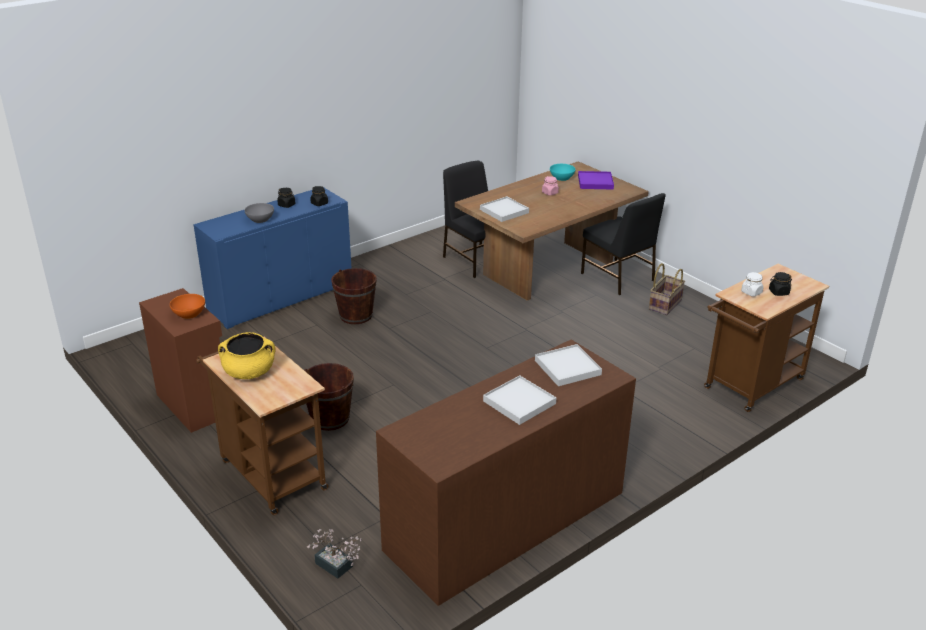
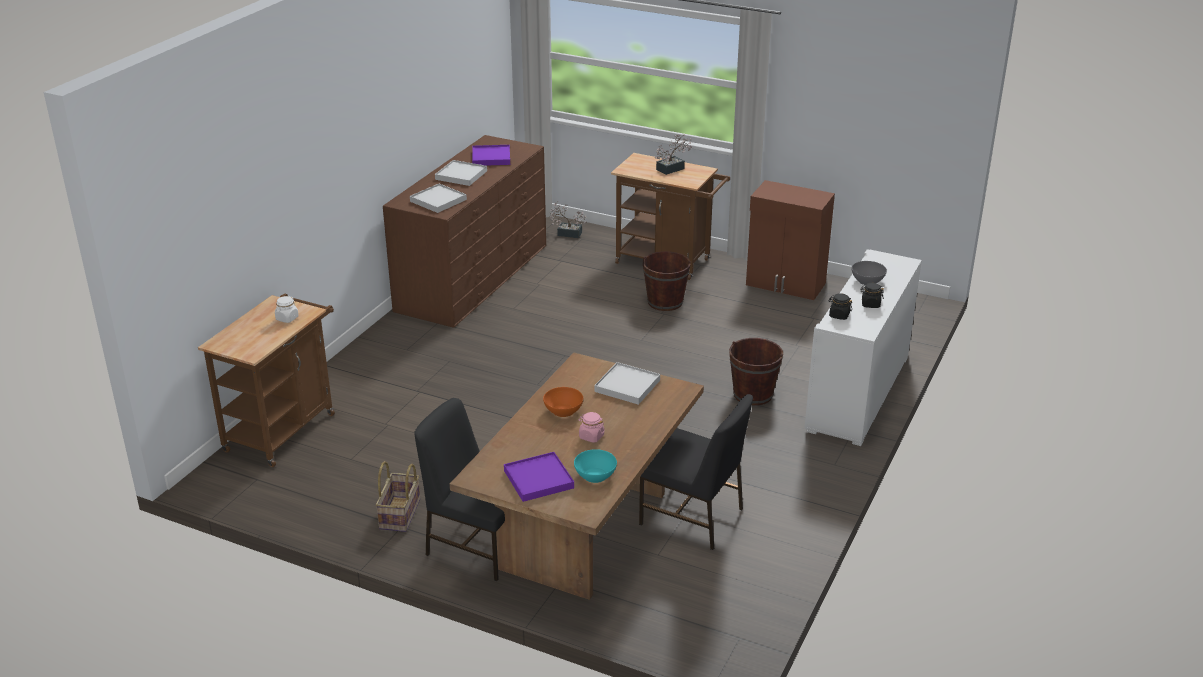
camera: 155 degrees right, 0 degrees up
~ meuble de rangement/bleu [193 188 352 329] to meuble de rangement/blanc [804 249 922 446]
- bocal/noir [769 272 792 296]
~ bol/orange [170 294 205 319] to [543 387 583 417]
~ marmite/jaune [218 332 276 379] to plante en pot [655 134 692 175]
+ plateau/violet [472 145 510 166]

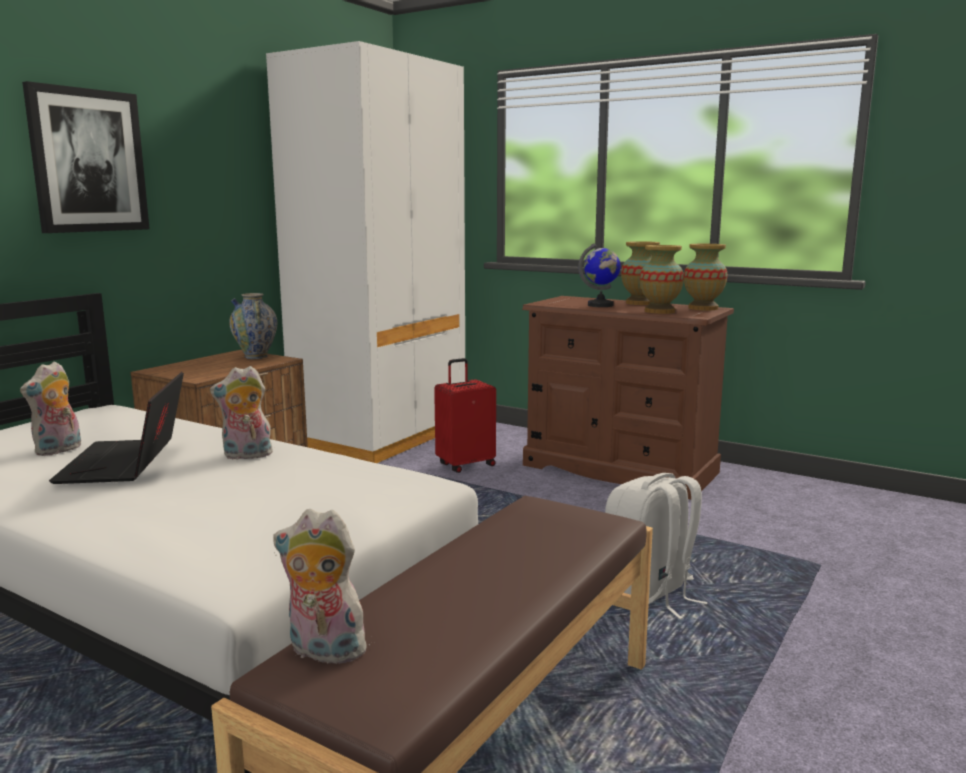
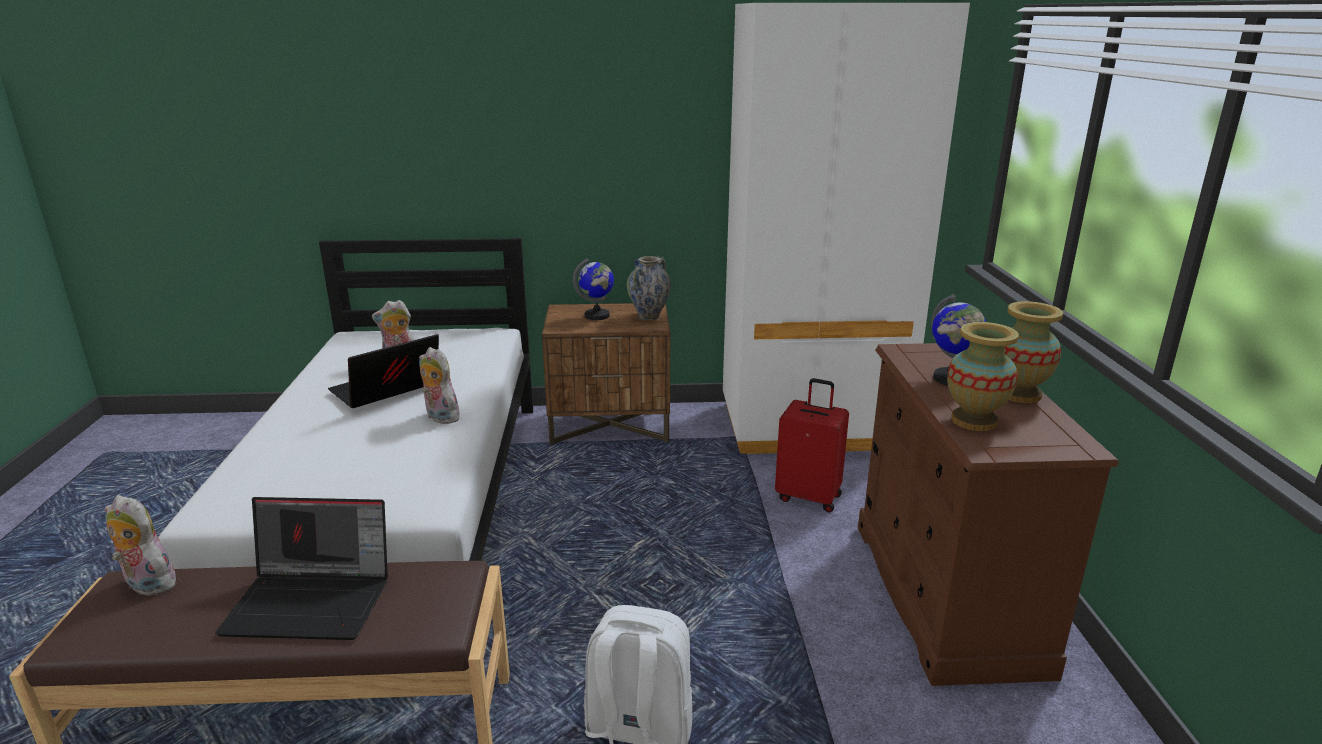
camera: 55 degrees right, 10 degrees up
- tableau [22 81 150 233]
- vase [684 244 727 310]
~ peluche [273 509 375 668] = [105 495 182 596] 45 degrees counterclockwise
+ globe [573 258 614 320]
+ ordinateur portable [215 497 388 640]

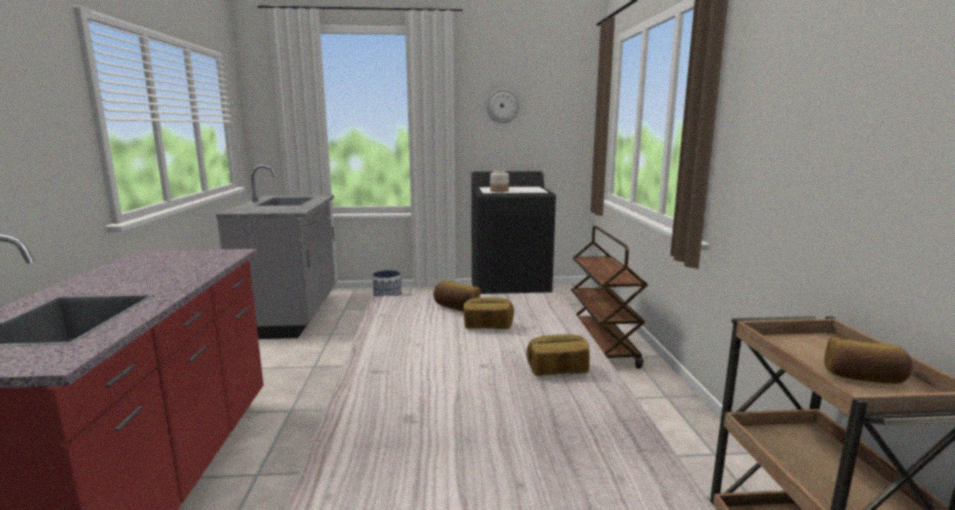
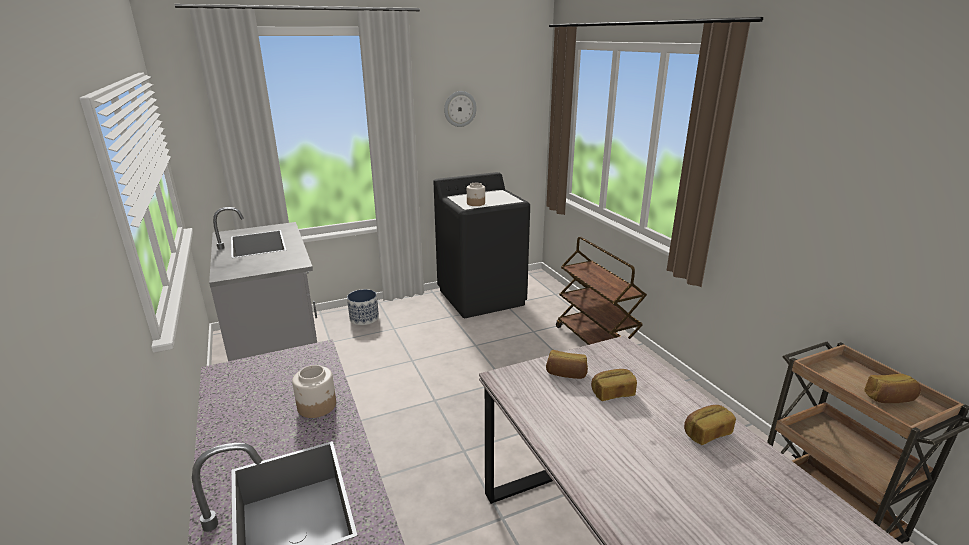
camera: 20 degrees left, 10 degrees up
+ bocal [292 365 336 418]

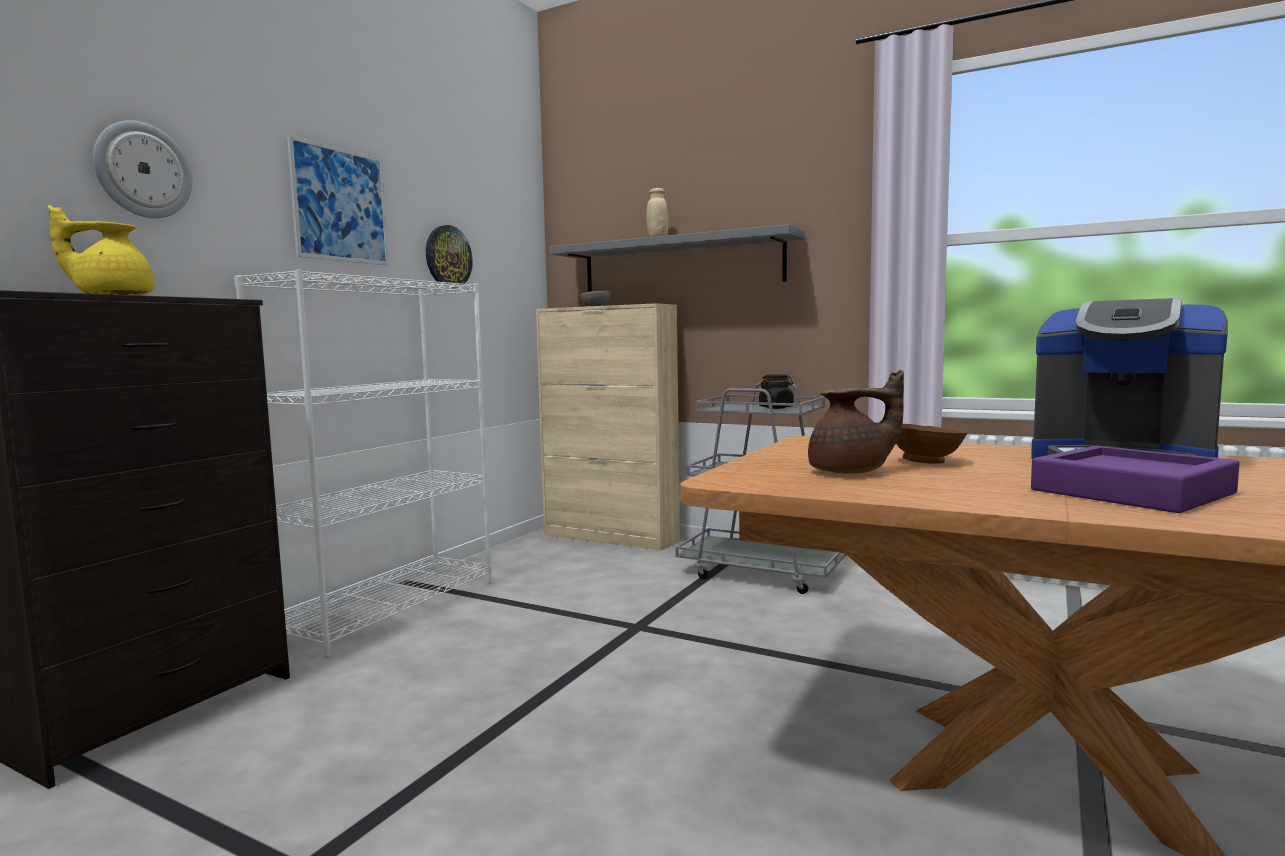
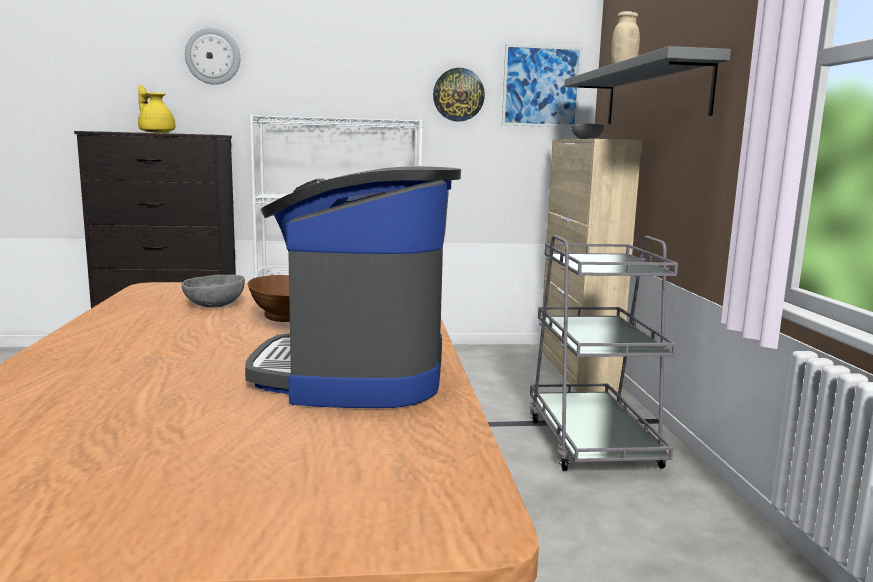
camera: 55 degrees right, 5 degrees up
~ tableau [287 135 389 265] to [502 44 582 127]
~ théière/marron [808 370 904 474] to bol/gris [182 275 245 308]
- bocal/noir [759 374 794 409]
- plateau/violet [1031 446 1240 513]

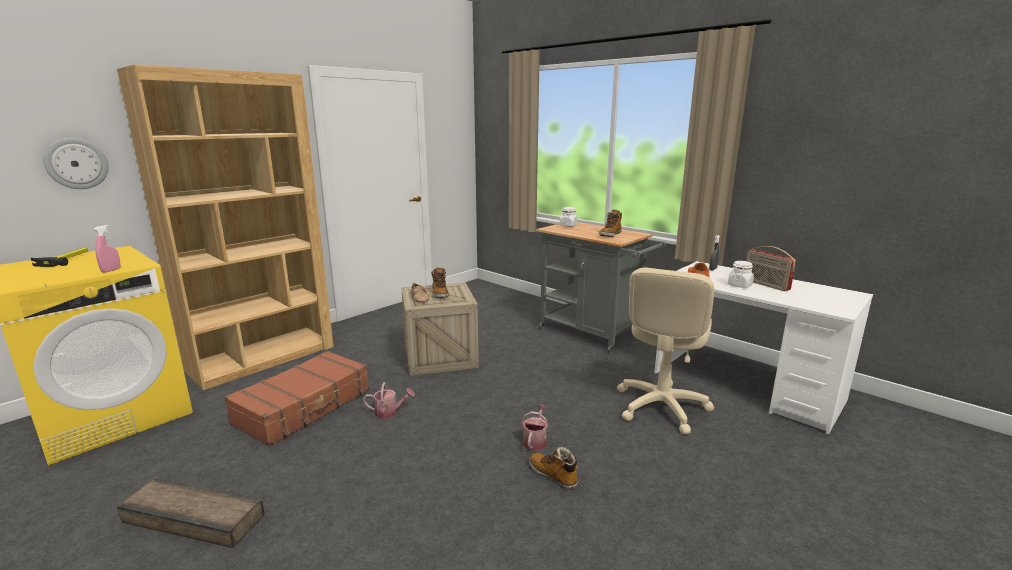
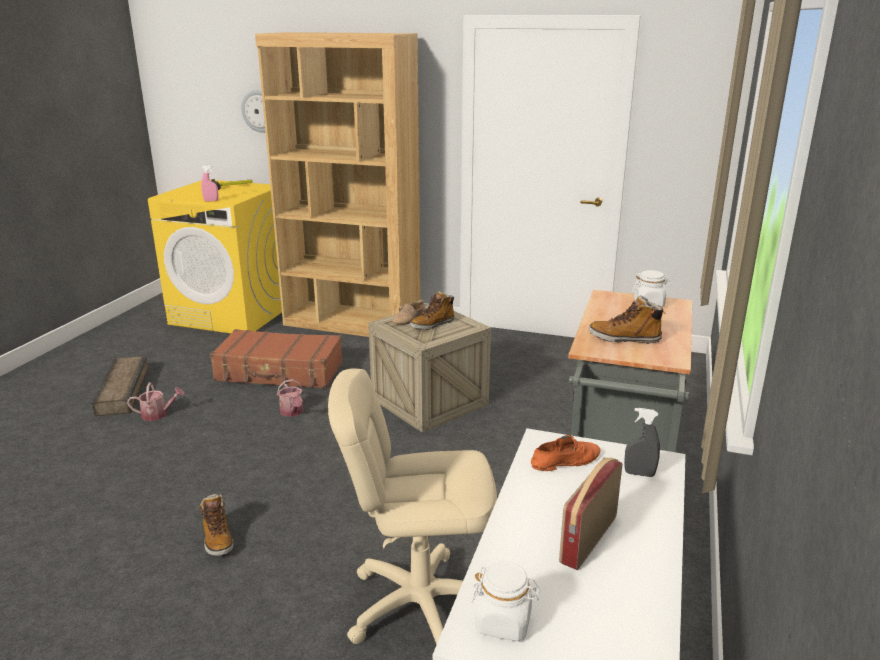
camera: 65 degrees right, 5 degrees up
~ bocal/blanc [728 261 754 288] to [471 561 540 641]
~ arrosoir [522 404 548 451] to [127 383 185 421]
~ botte [529 447 578 490] = [199 494 234 556] 135 degrees clockwise

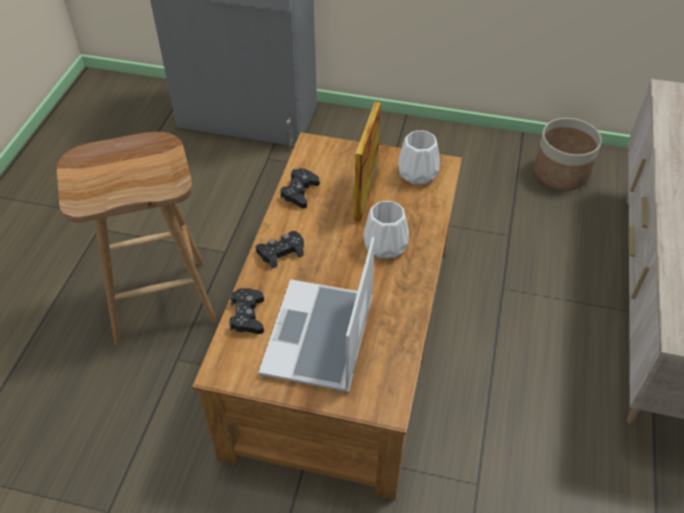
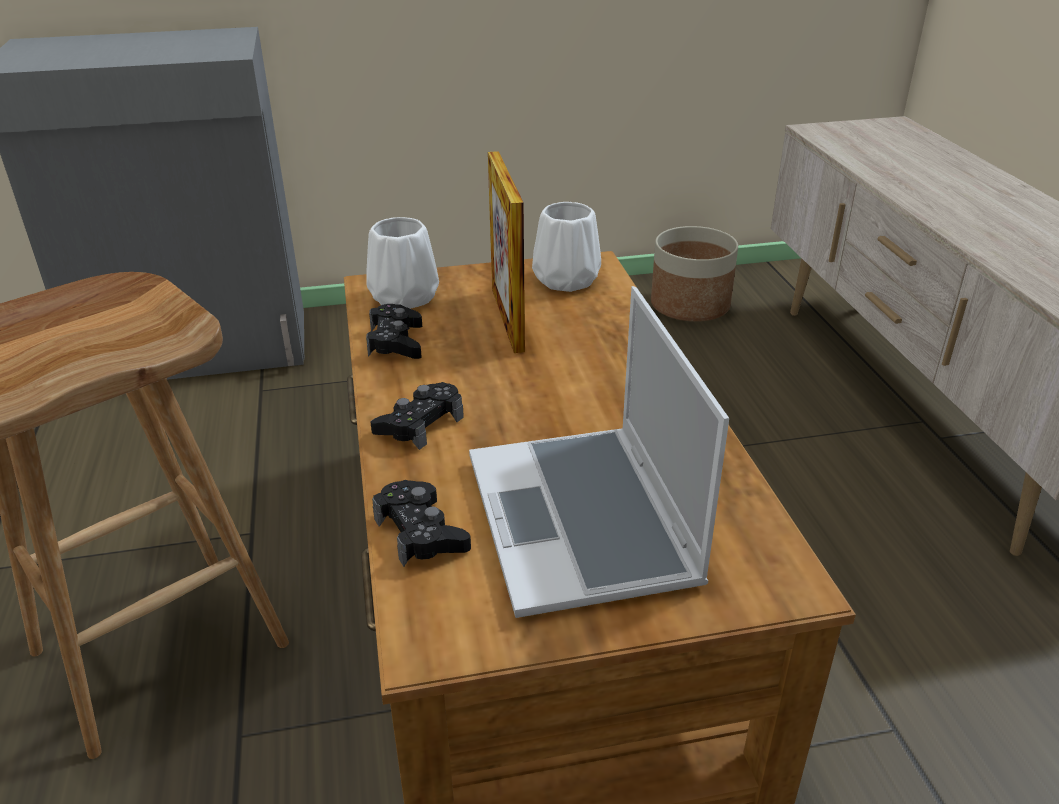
camera: 25 degrees left, 15 degrees down
~ vase/blanc [363 201 409 258] to [366 217 439 309]

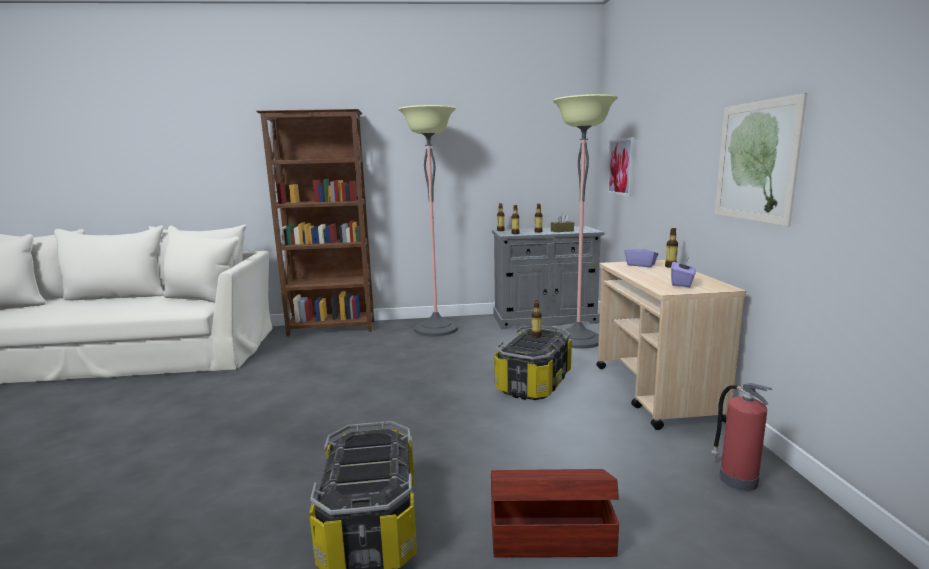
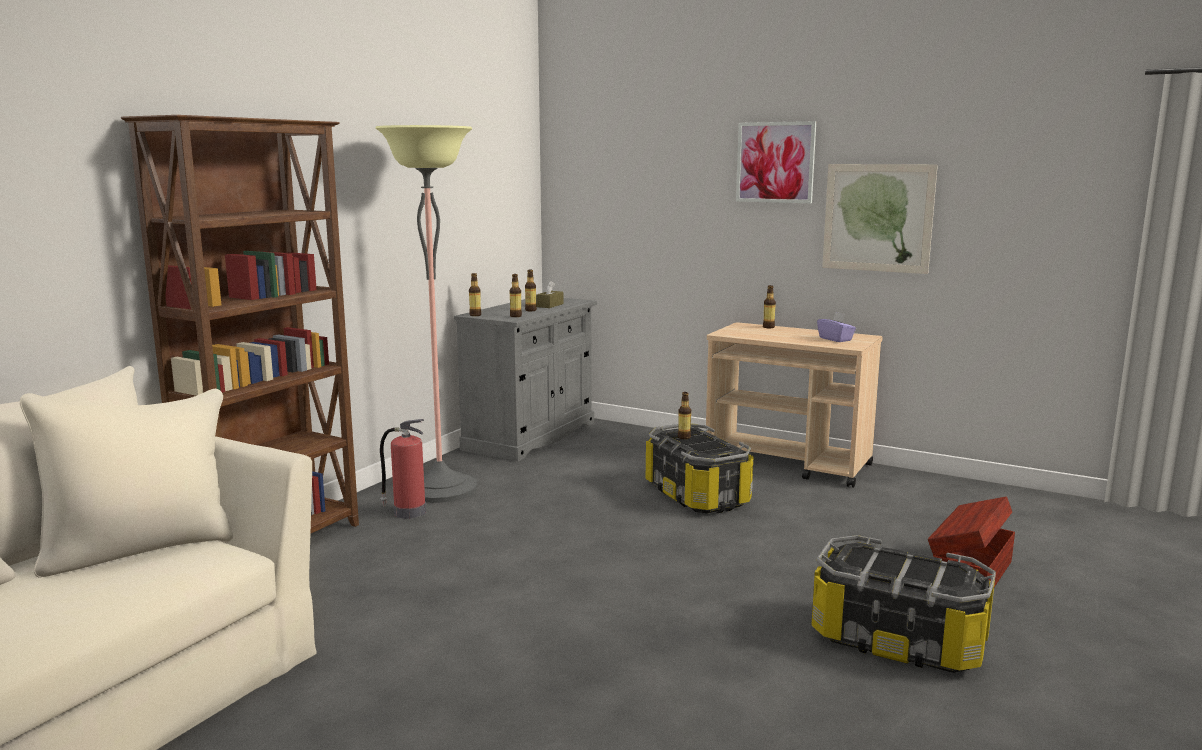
camera: 55 degrees left, 0 degrees up
- lampadaire [553 94 618 349]
~ tableau [608 137 635 196] to [736 121 816 203]
- boîte à mouchoirs/violet [625 242 658 267]
~ extincteur [711 383 772 491] to [380 419 426 519]

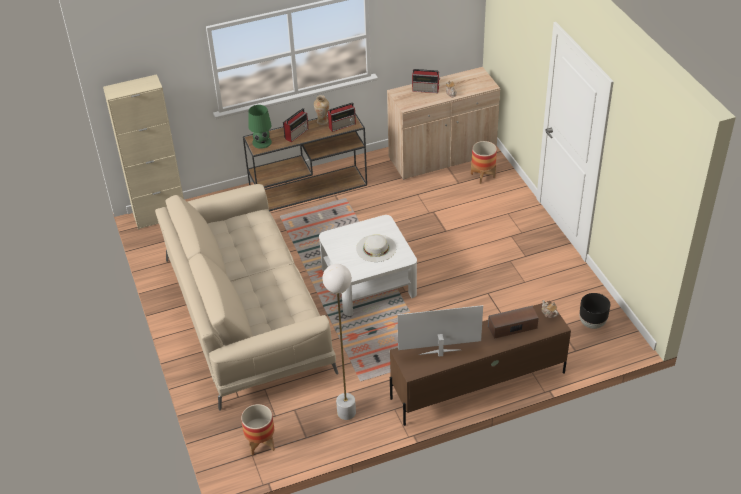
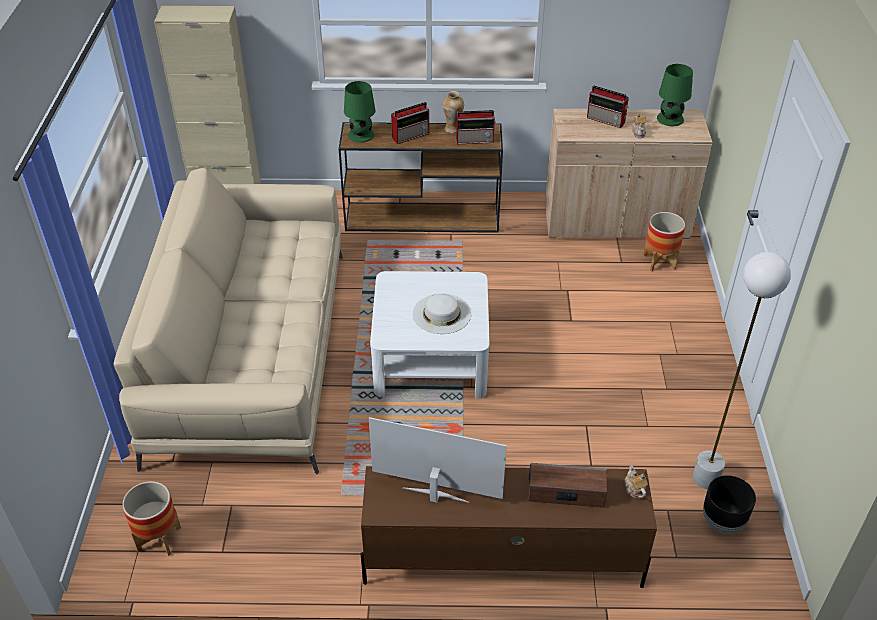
camera: 20 degrees right, 0 degrees up
~ lampadaire/blanc [322 264 356 420] to [692 252 791 489]
+ lampe de table/vert [657 64 693 126]

